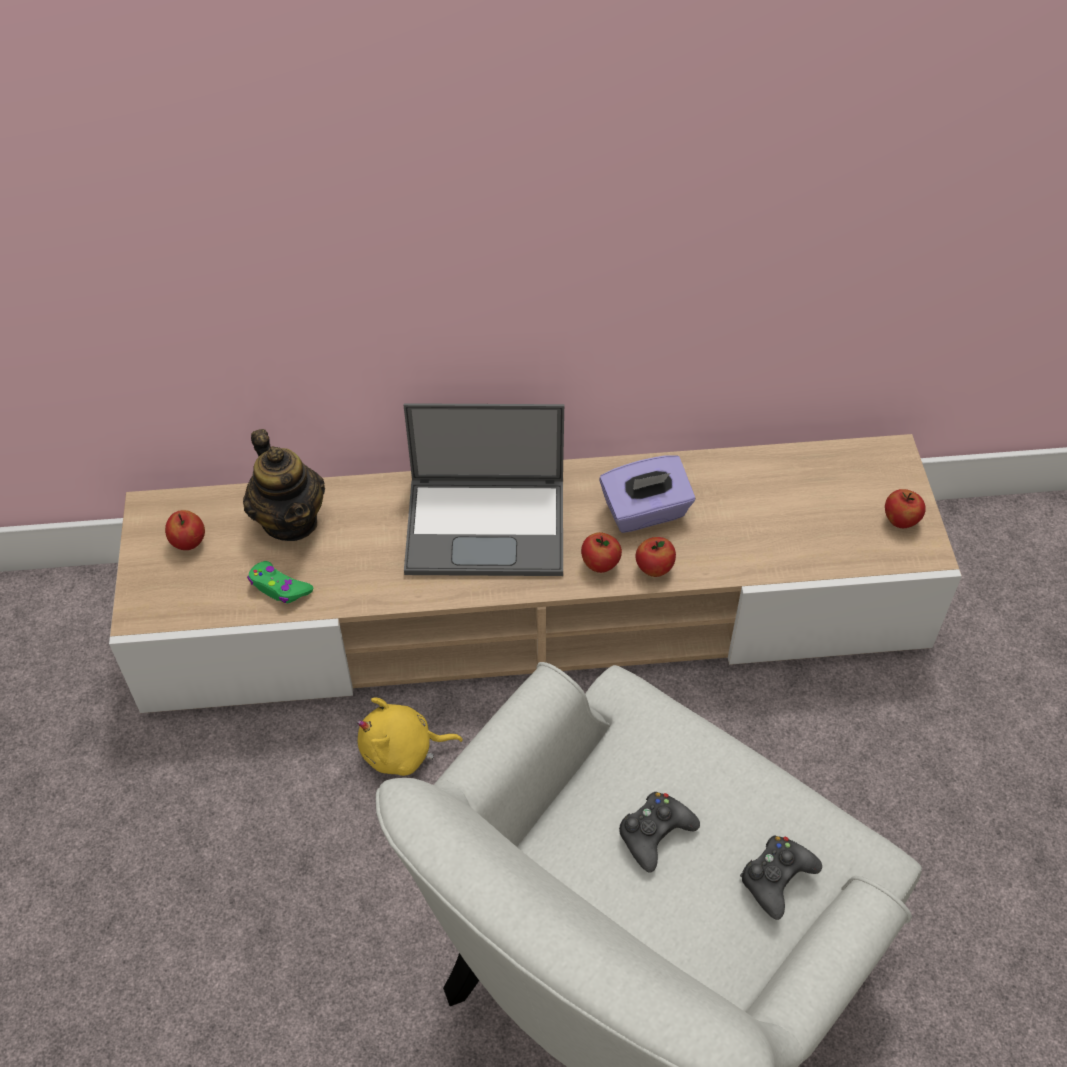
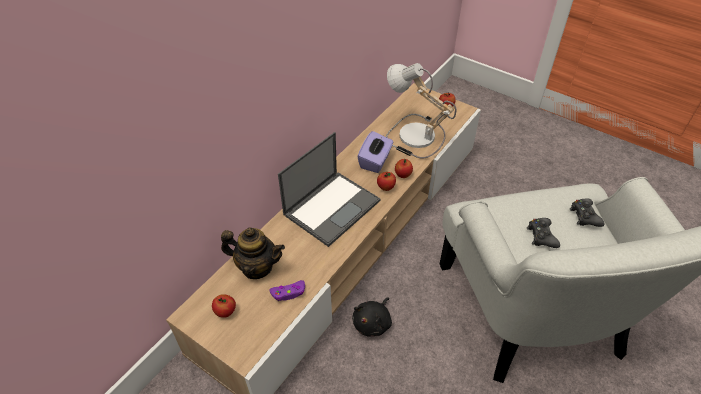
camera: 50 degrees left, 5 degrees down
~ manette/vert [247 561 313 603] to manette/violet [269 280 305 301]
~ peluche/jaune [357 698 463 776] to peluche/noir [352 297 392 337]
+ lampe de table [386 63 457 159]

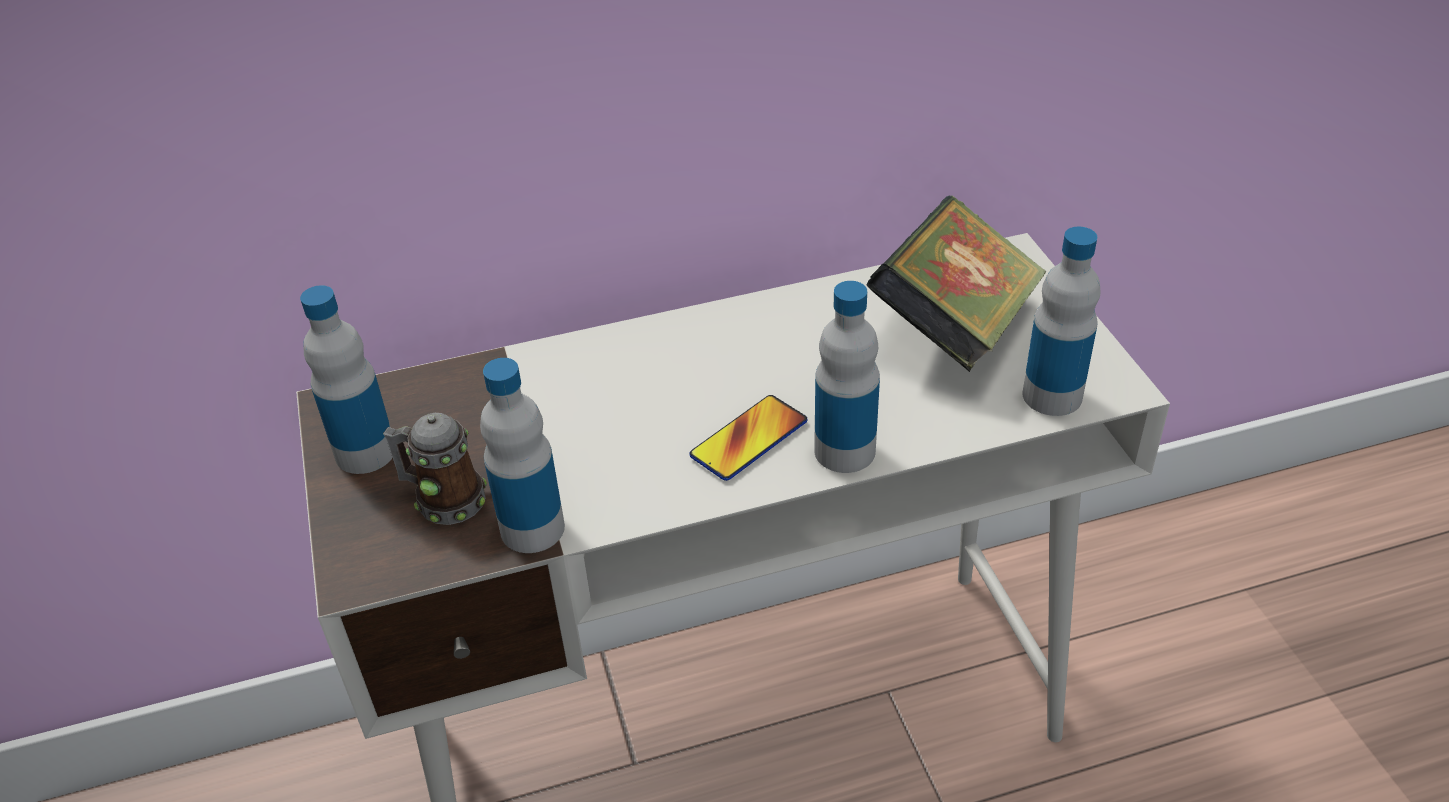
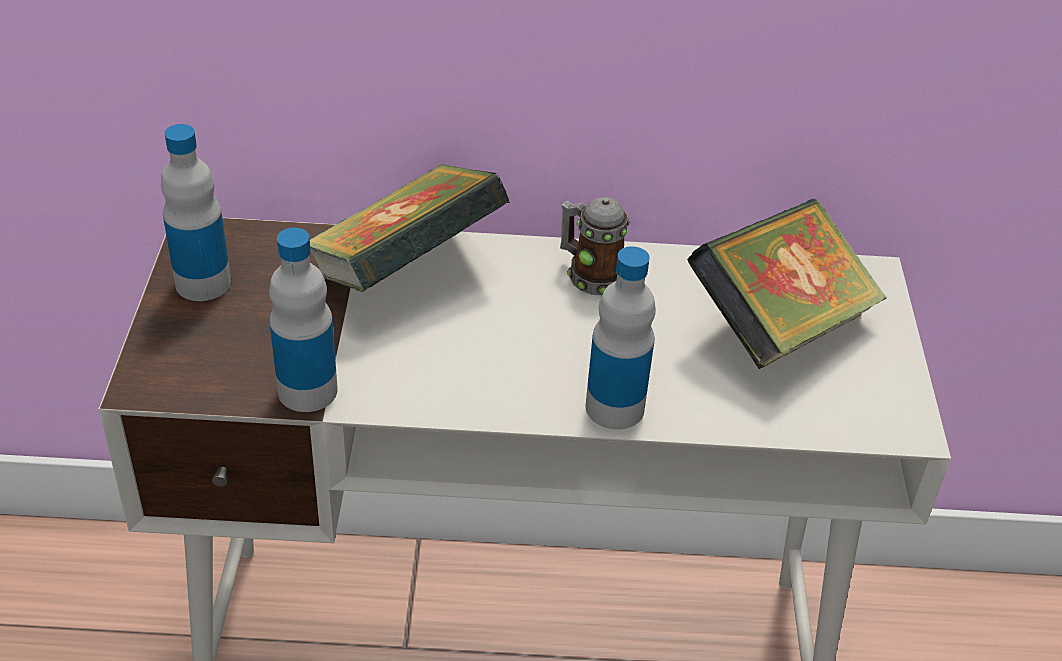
camera: 15 degrees right, 0 degrees up
- bouteille [1022 227 1101 416]
- téléphone [689 395 807 481]
~ mug [383 413 487 525] to [560 197 630 296]
+ livre [310 164 510 292]

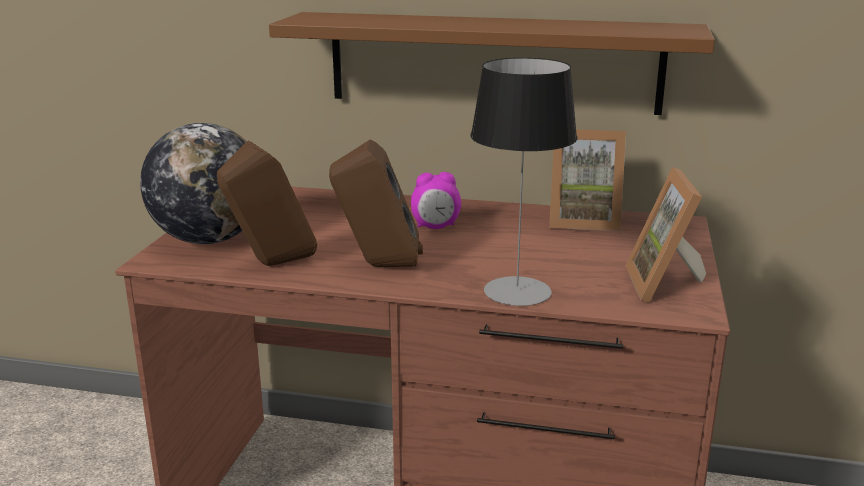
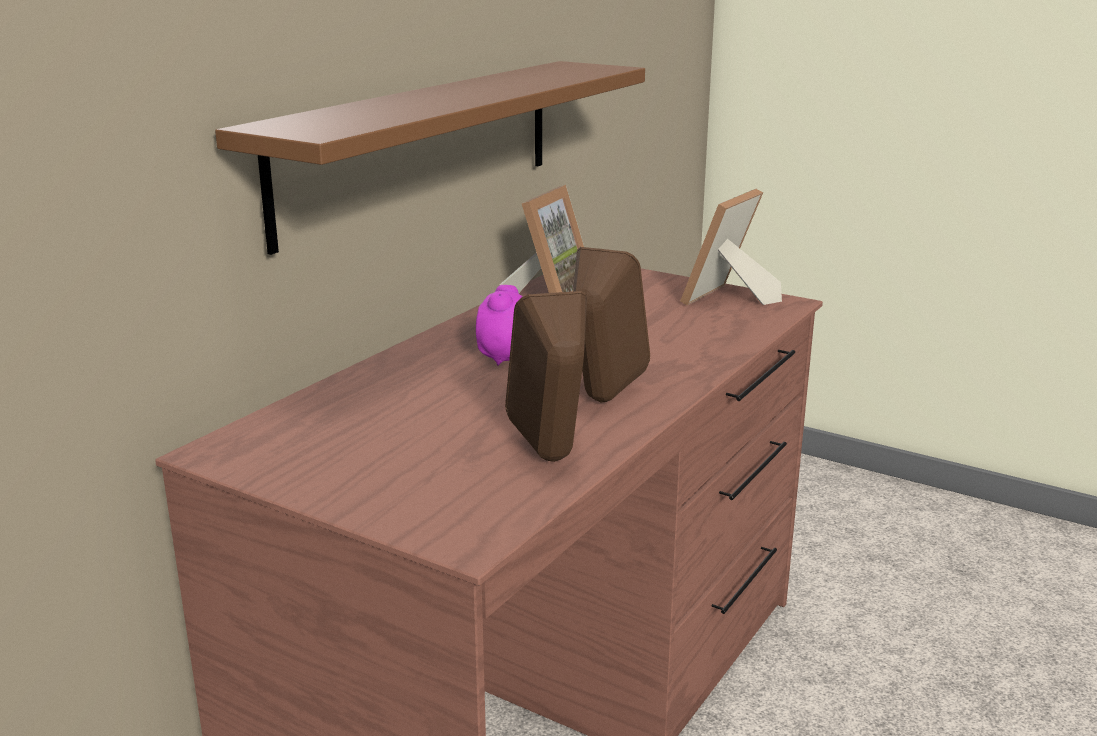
camera: 70 degrees left, 0 degrees up
- lampe de table [470 58 577 306]
- globe [140 123 247 244]
~ cadre photo [625 167 706 303] = [680 189 782 305] 105 degrees clockwise

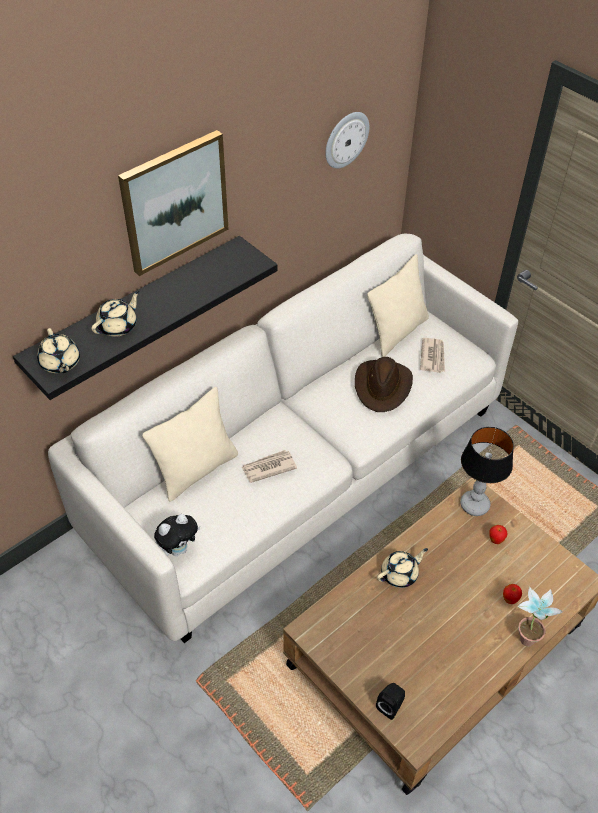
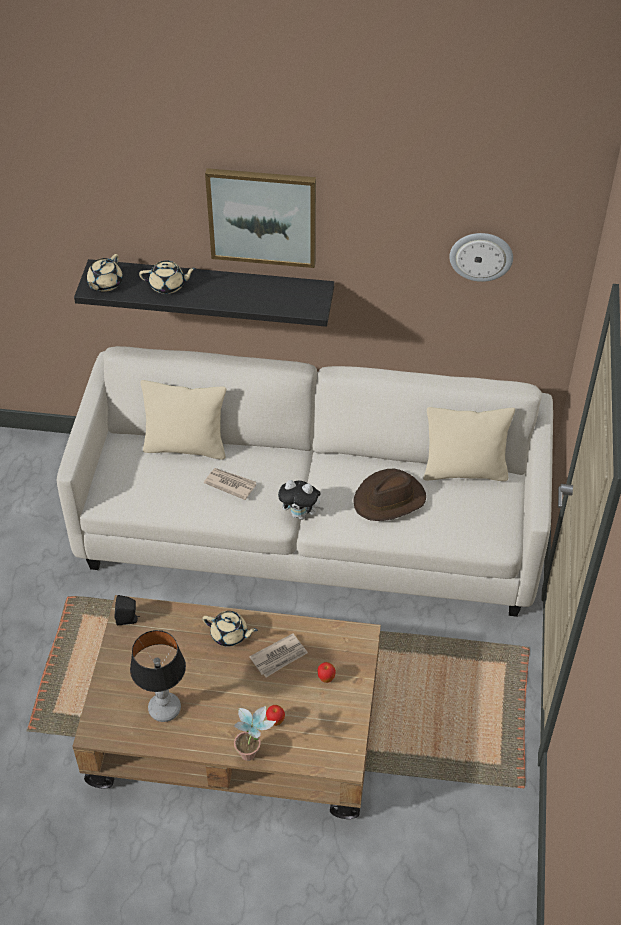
camera: 50 degrees right, 0 degrees up
~ journal [420 338 445 373] to [249 633 308 677]
~ lampe de table [460 427 514 516] to [130 630 186 722]
~ peluche [154 514 200 556] to [278 480 324 520]
~ enceinte/noir [376 683 405 720] to [115 595 140 626]

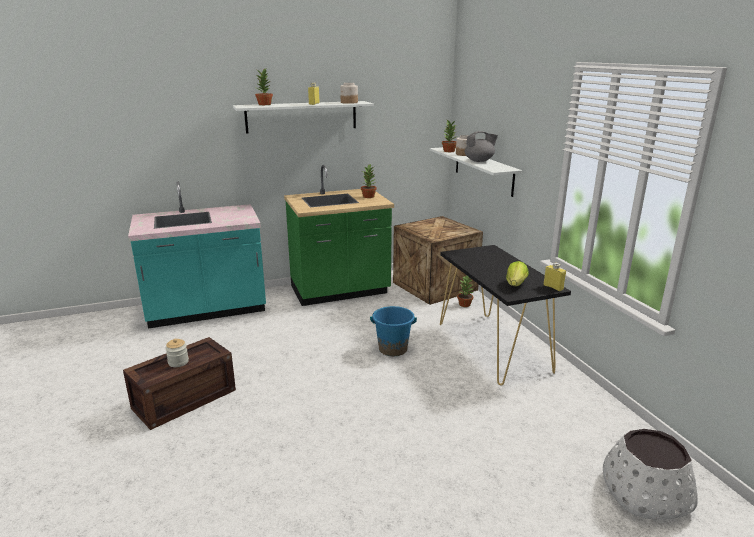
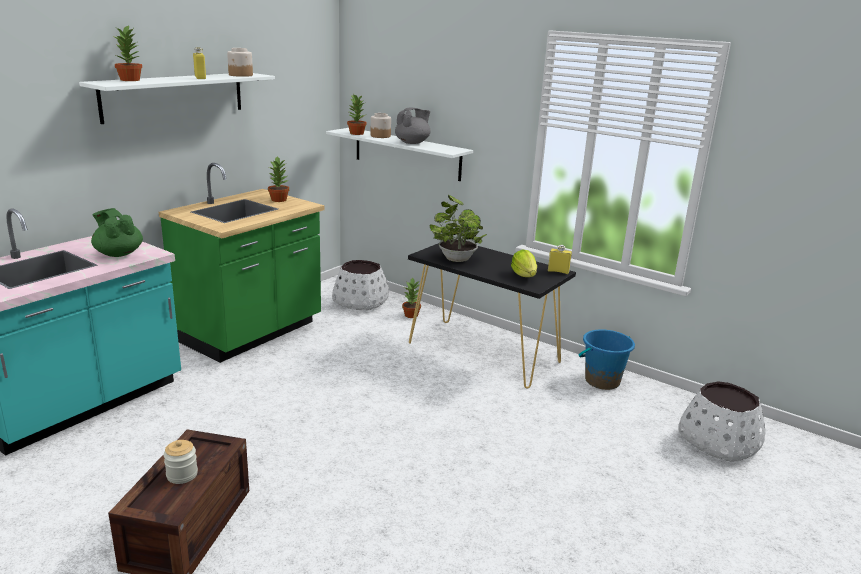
camera: 35 degrees left, 0 degrees up
~ caisse [393 216 483 305] to cache-pot/blanc [332 260 389 311]
~ seau/bleu [370 306 417 356] to [579 329 635 390]
+ plante en pot [429 195 487 262]
+ théière/vert [91 208 143 257]

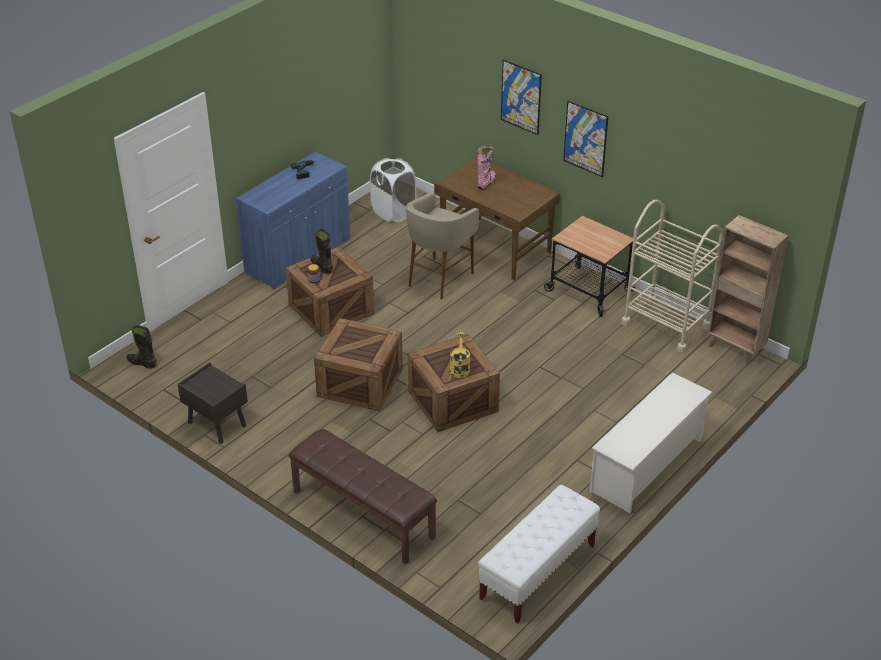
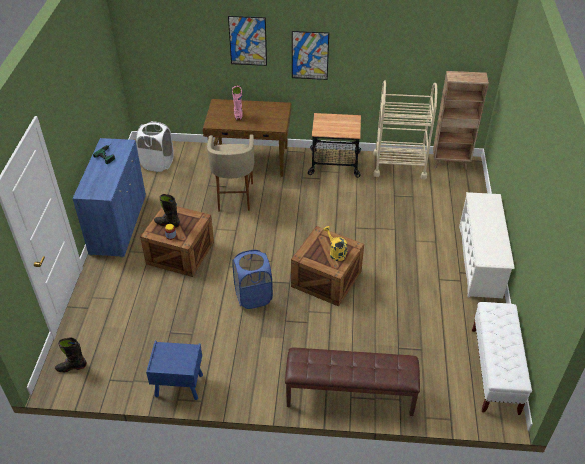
camera: 35 degrees left, 5 degrees up
~ caisse [314 318 403 411] to panier à linge/bleu [232 250 273 309]
~ table de chevet/marron [178 362 248 444] to table de chevet/bleu [146 340 203 400]

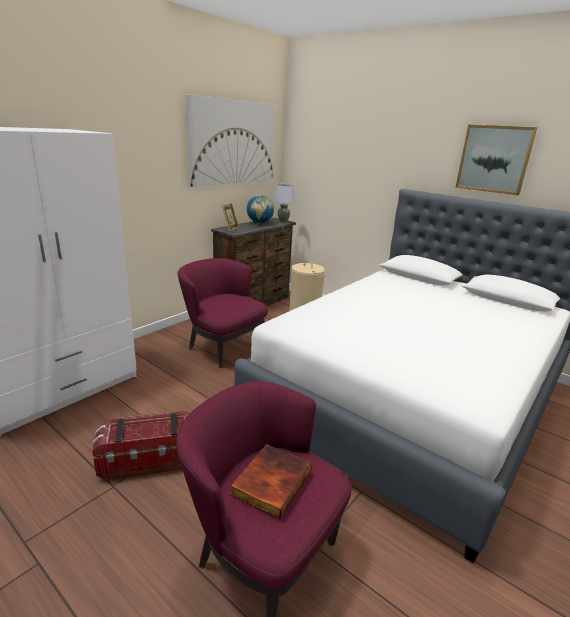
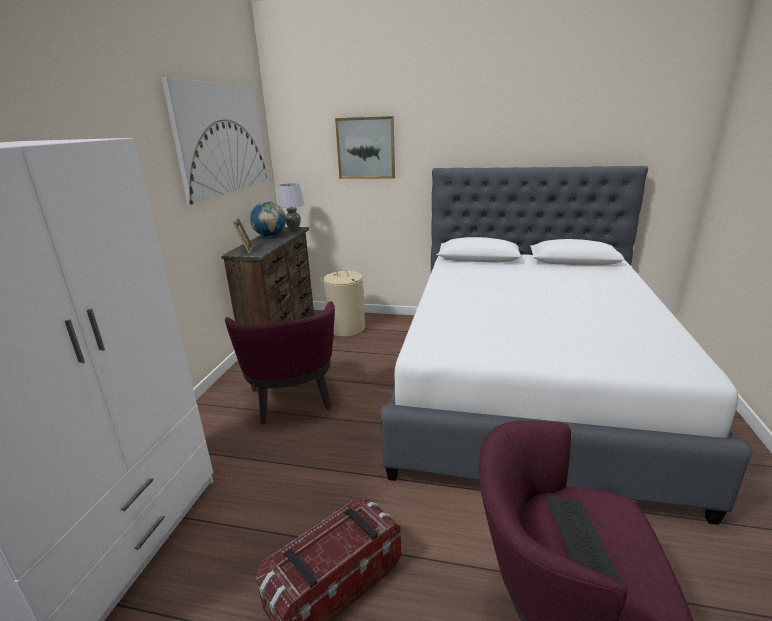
camera: 25 degrees left, 0 degrees up
~ tableau [455 124 537 195] to [335 116 395 179]
~ fauteuil/violet [178 258 268 368] = [225 301 335 424] 120 degrees counterclockwise
~ livre [230 444 312 519] to clavier [546 496 623 585]

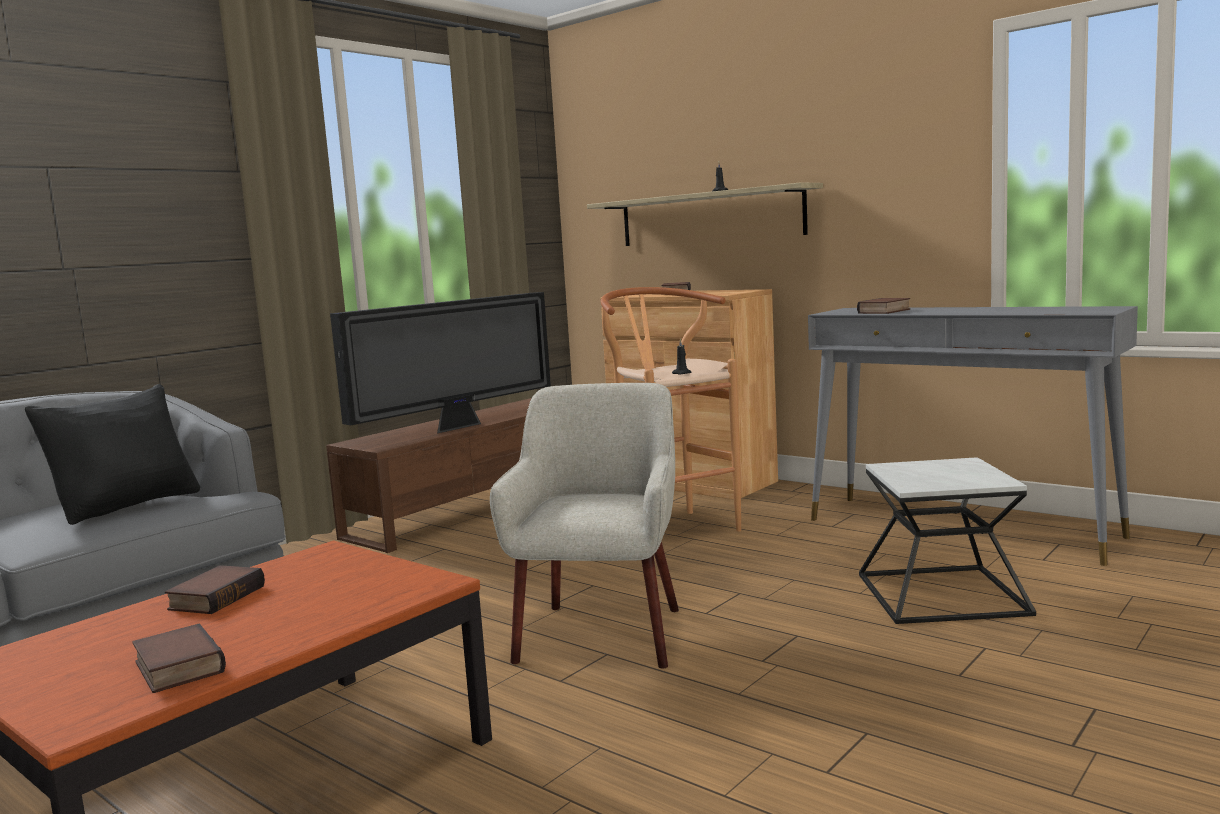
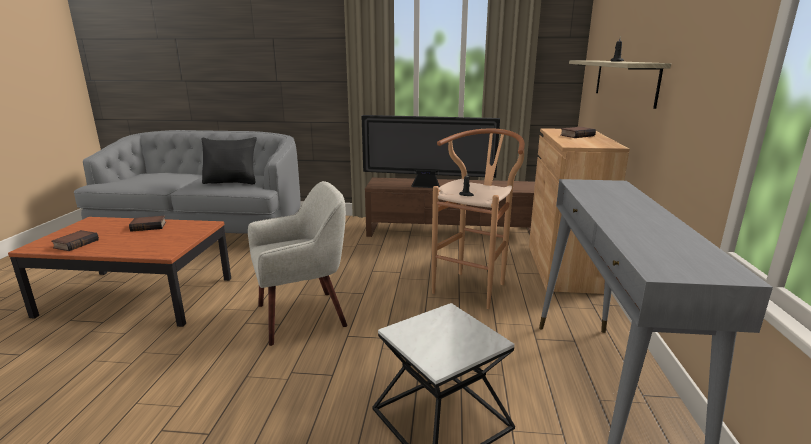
camera: 55 degrees right, 10 degrees up
- livre [857 298 910 314]

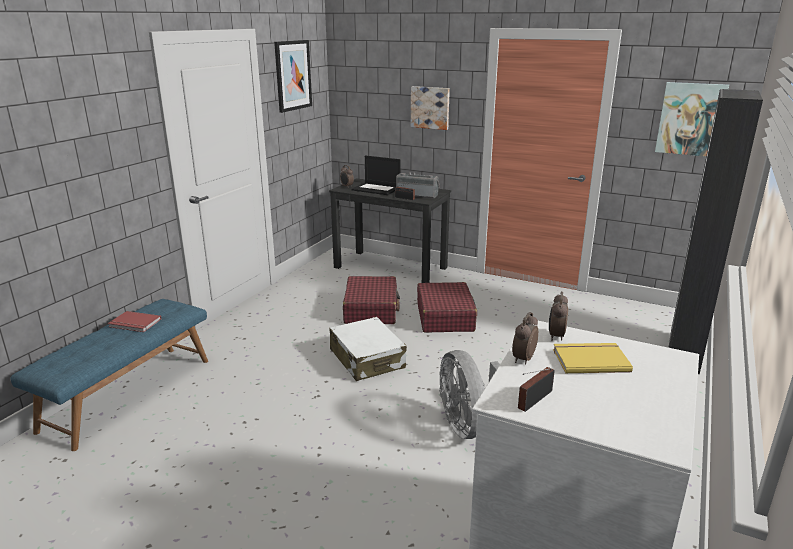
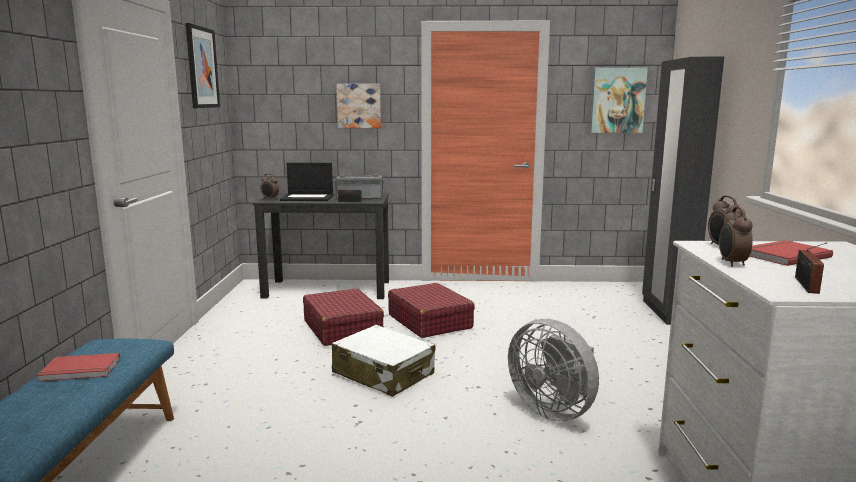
camera: 25 degrees left, 10 degrees down
~ livre/jaune [553 343 633 373] to livre/rouge [749 240 833 266]

